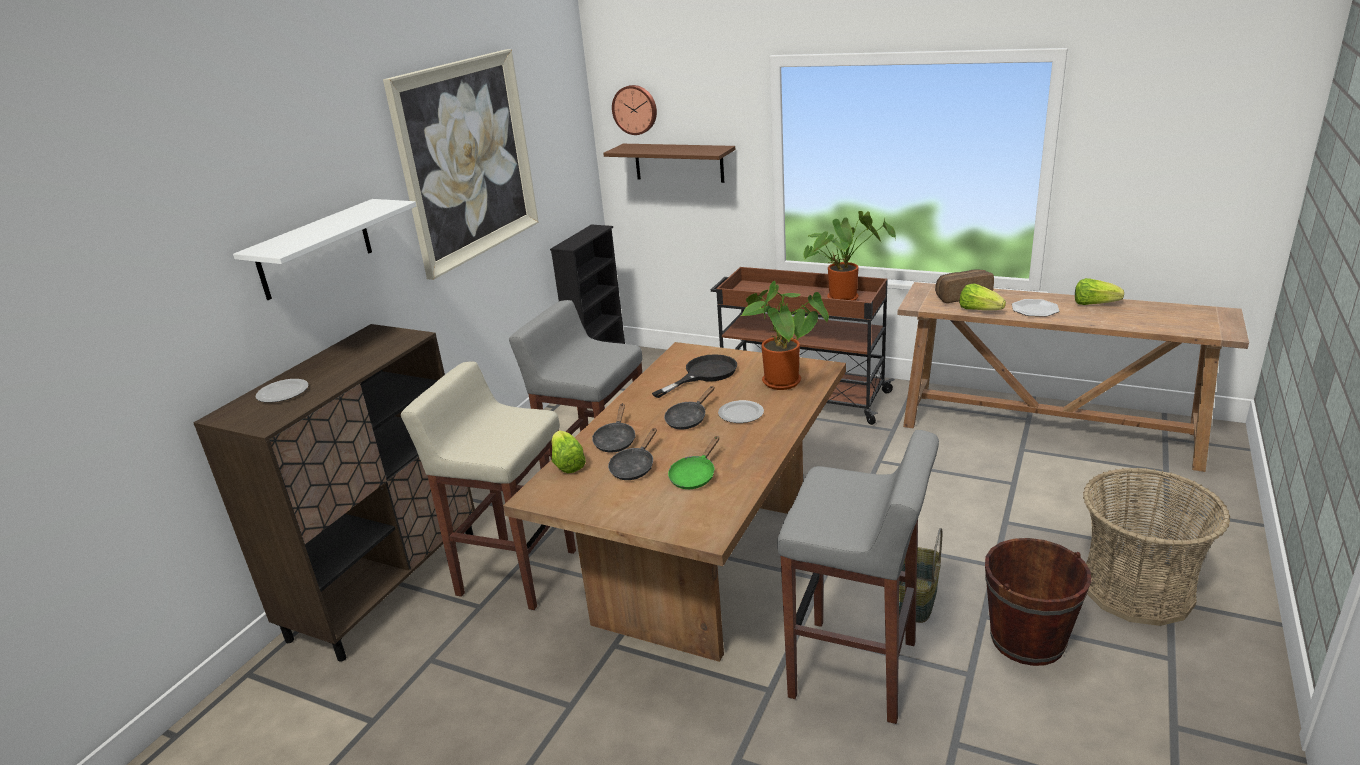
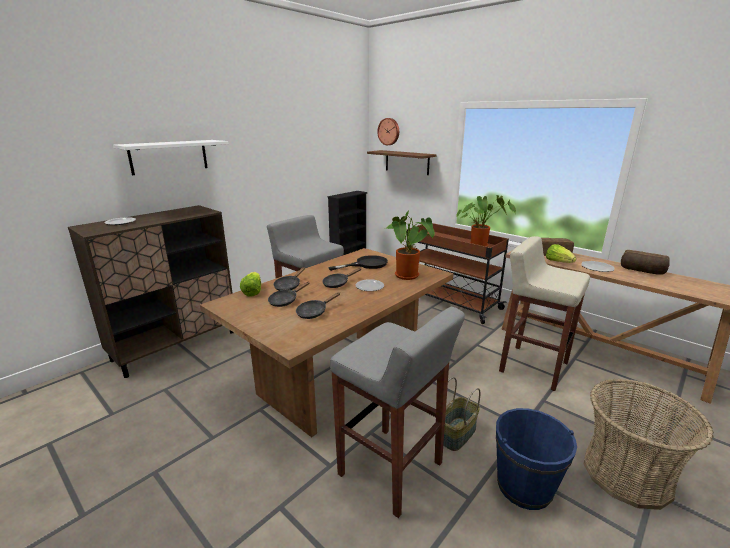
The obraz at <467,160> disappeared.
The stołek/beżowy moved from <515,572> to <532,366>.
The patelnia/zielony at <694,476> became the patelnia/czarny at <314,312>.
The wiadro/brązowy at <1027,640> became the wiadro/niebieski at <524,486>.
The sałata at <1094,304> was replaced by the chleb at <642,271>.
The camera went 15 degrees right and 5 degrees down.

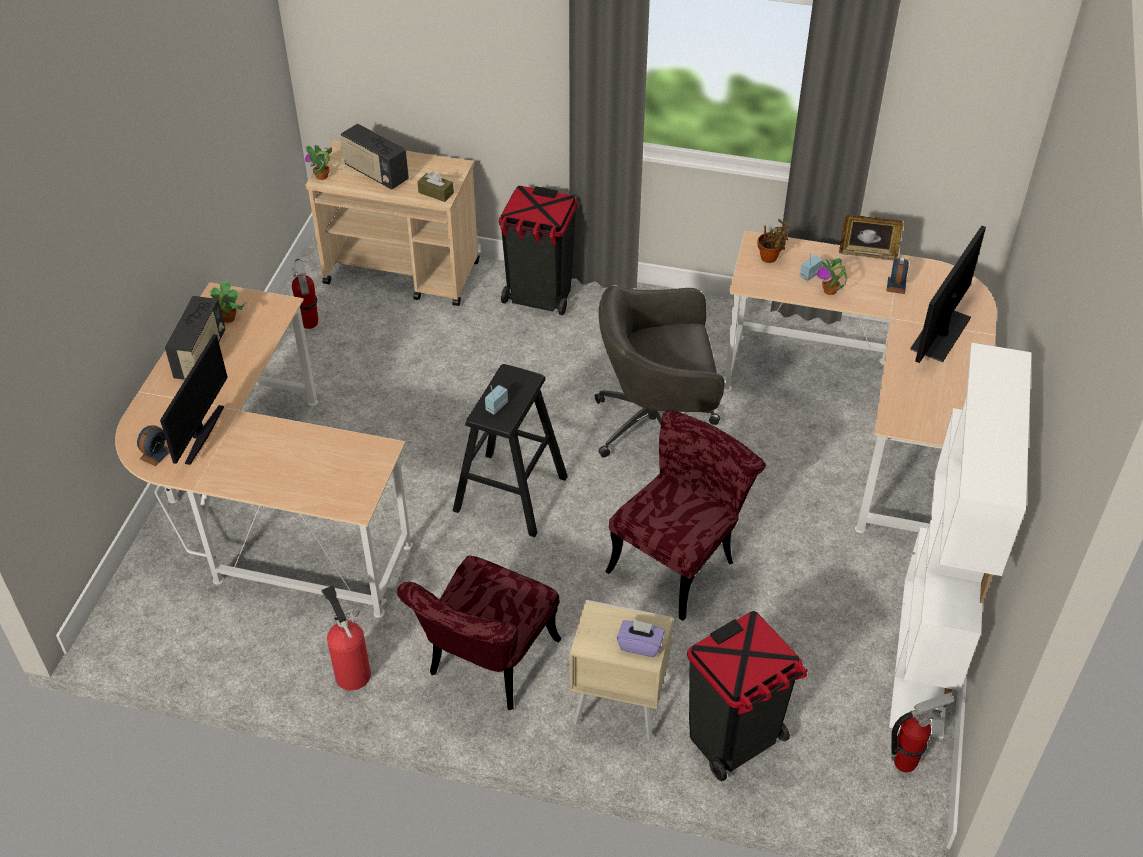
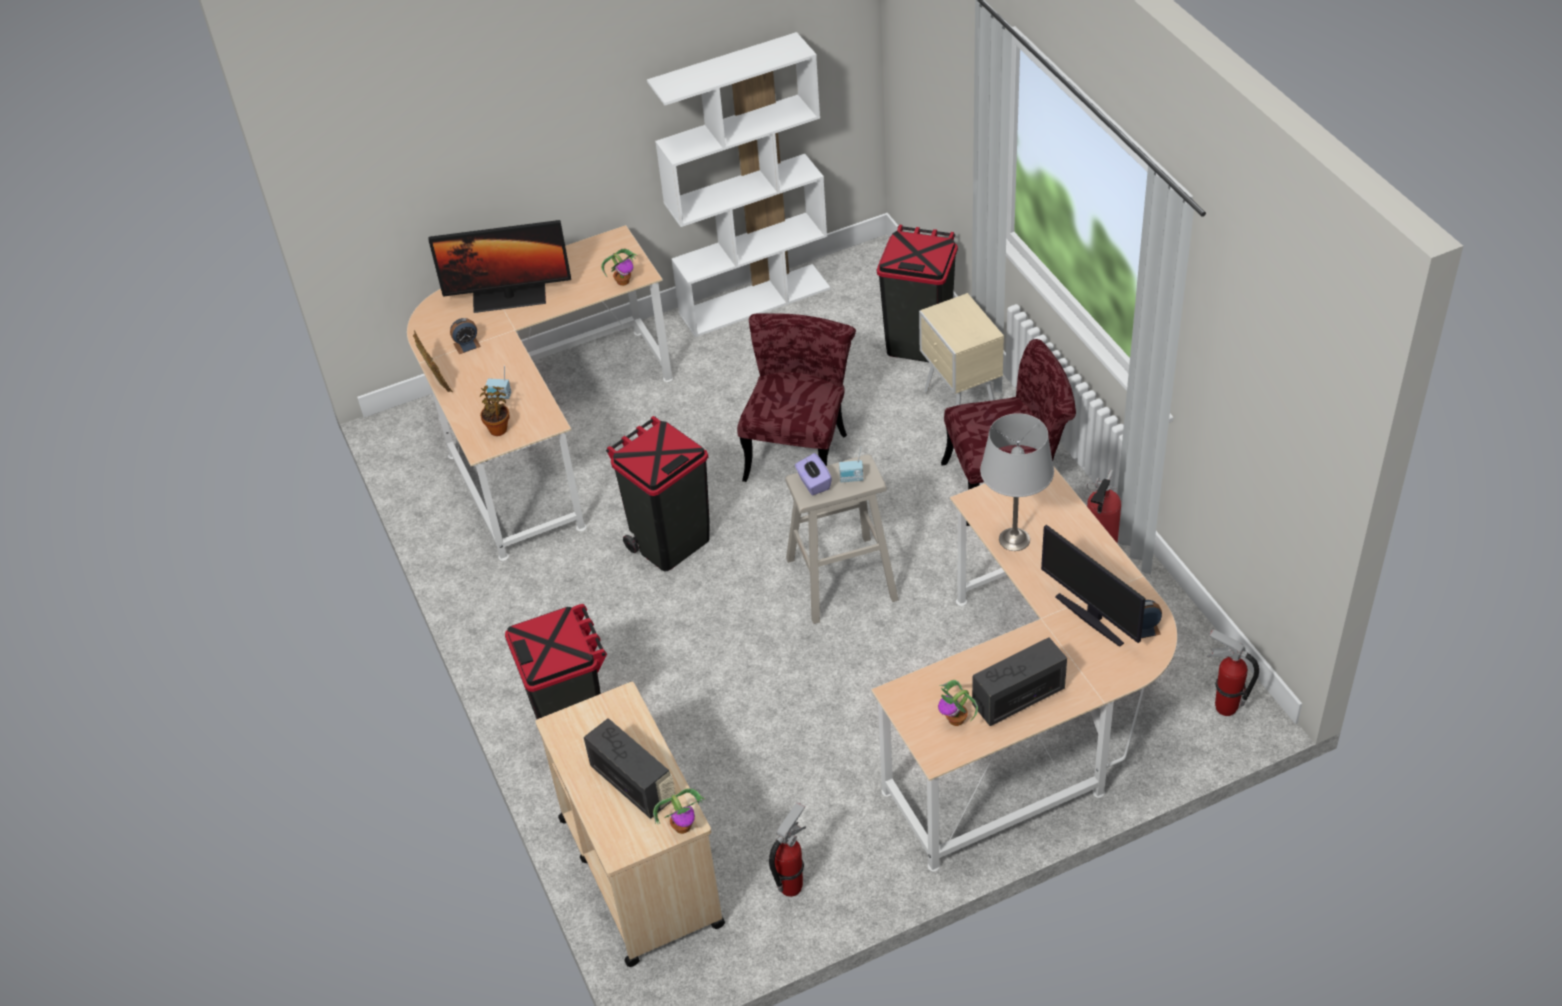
The monitor at <202,434> turned 105 degrees counterclockwise.
The radio at <375,173> turned 45 degrees counterclockwise.
The pudełko chusteczek/brązowy at <436,193> disappeared.
The stołek/czarny at <510,494> became the stołek/beżowy at <842,579>.
The krzesło biurowe/szary at <657,425> was replaced by the kosz na śmieci/czarny at <670,542>.
The krzesło/czerwony at <679,559> turned 105 degrees clockwise.
The pudełko chusteczek/fioletowy moved from <640,645> to <813,483>.
The roślina doniczkowa moved from <830,291> to <623,281>.
The gaśnica moved from <905,762> to <1225,707>.
The lampa stołowa/szary at <1014,539> appeared.
The camera went 125 degrees left and 0 degrees up.

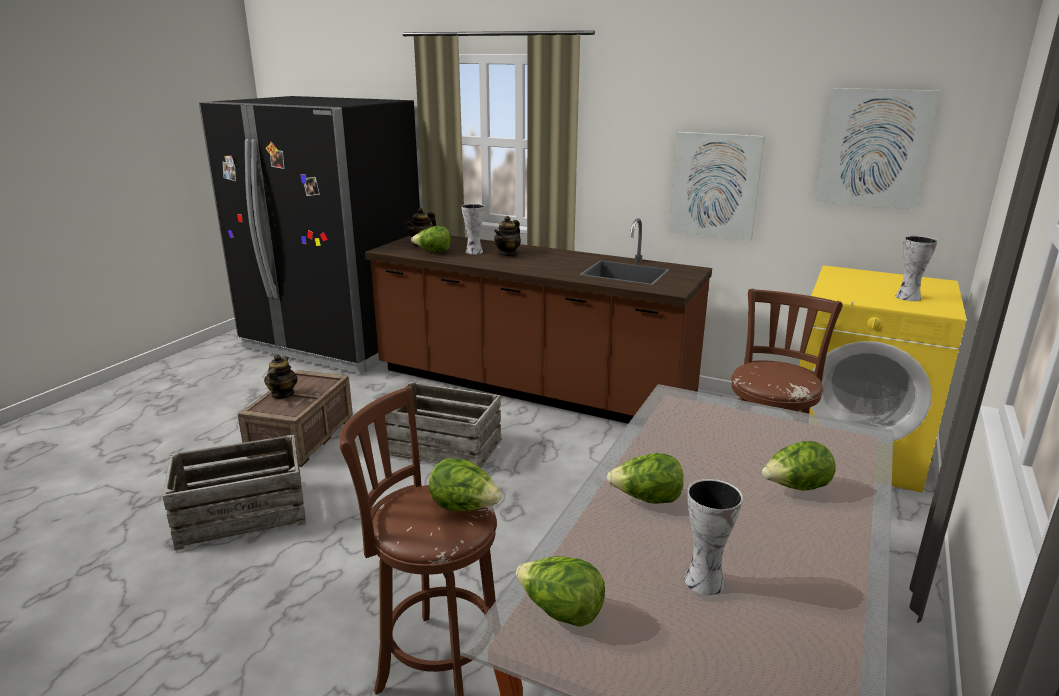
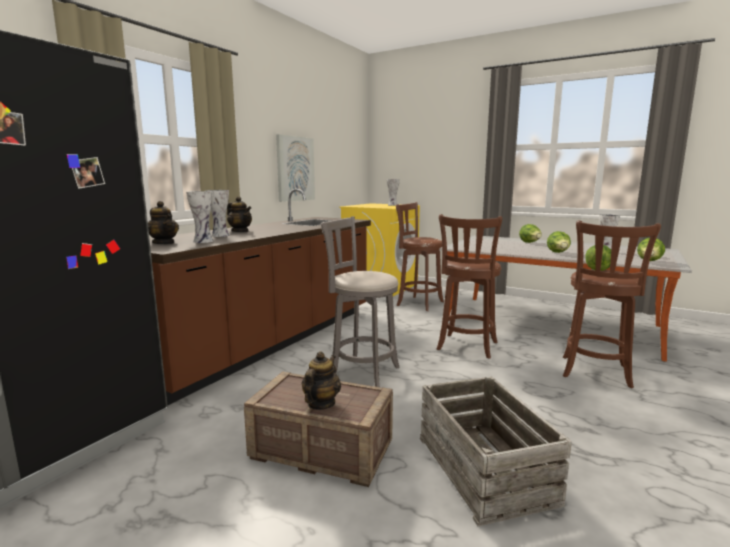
The imbryk at <282,394> turned 105 degrees clockwise.
The skrzynka at <443,447> was replaced by the stołek/szary at <361,373>.
The sałata at <433,252> was replaced by the wazon at <204,241>.
The obraz at <873,148> disappeared.
The stołek/brązowy at <466,347> appeared.
The camera went 85 degrees left and 10 degrees down.

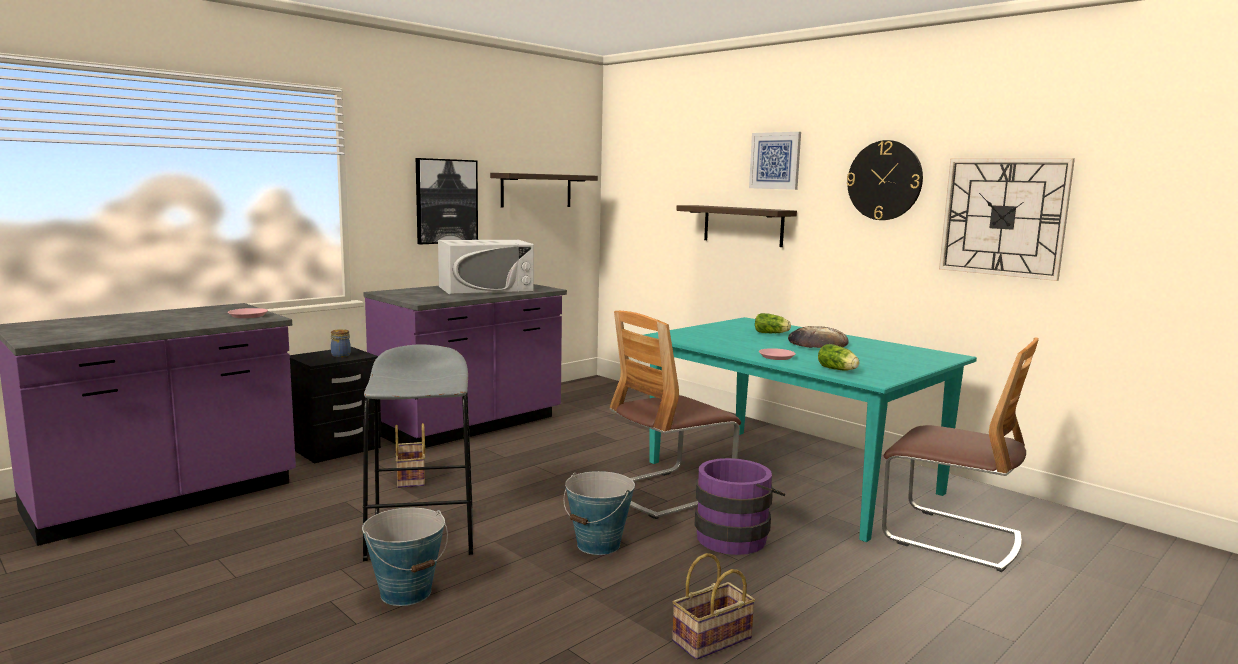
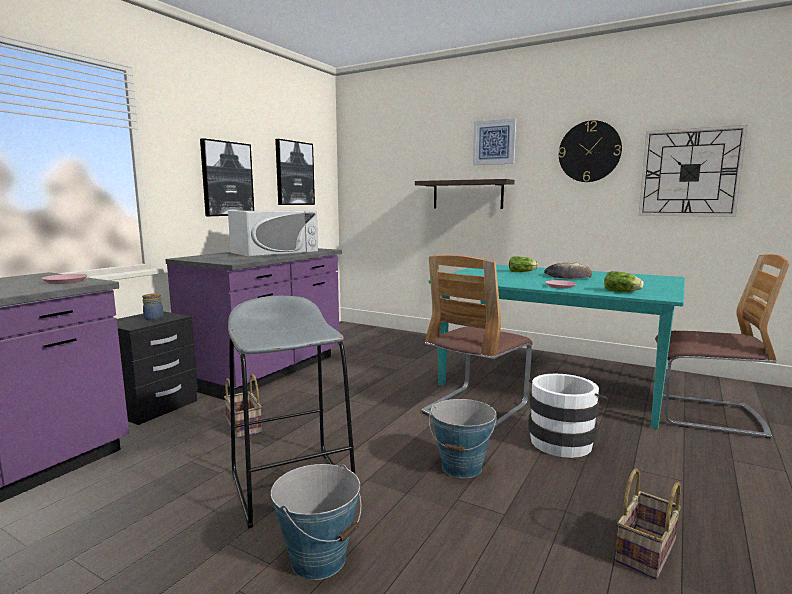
The półka at <536,190> was replaced by the obraz at <294,173>.
The wiadro/fioletowy at <736,536> became the wiadro/biały at <562,440>.
The camera went 15 degrees left and 0 degrees up.

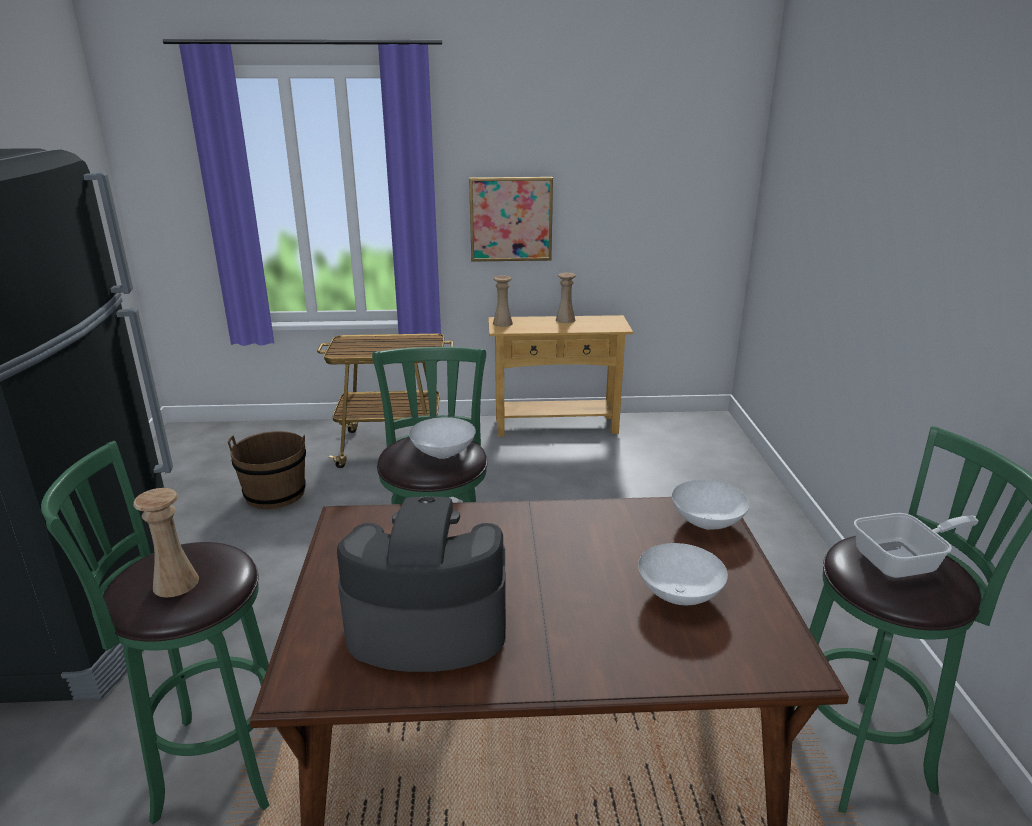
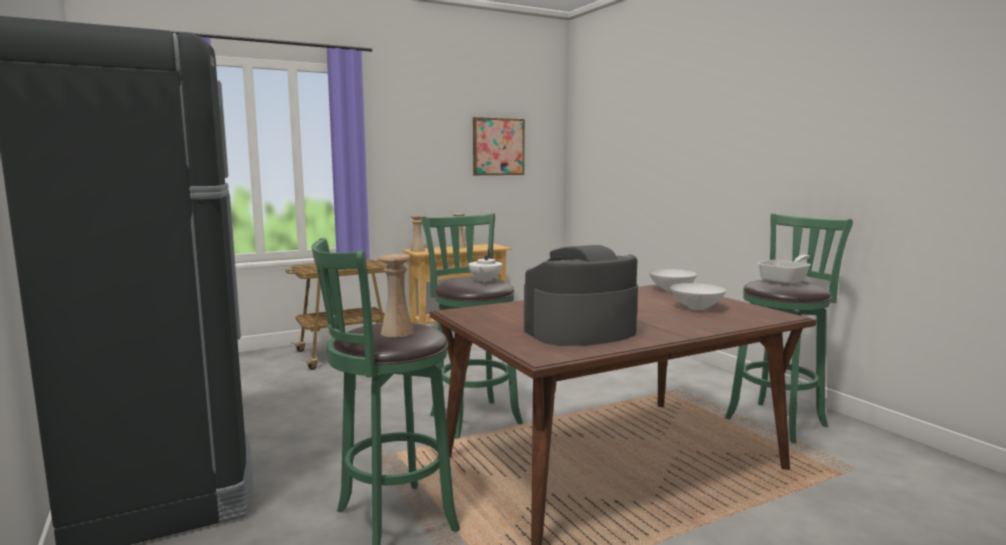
The wiadro/brązowy at <275,494> disappeared.
The miska/biały at <442,453> was replaced by the imbryk/biały at <484,281>.
The obraz moved from <511,219> to <498,146>.
The camera went 25 degrees left and 15 degrees down.

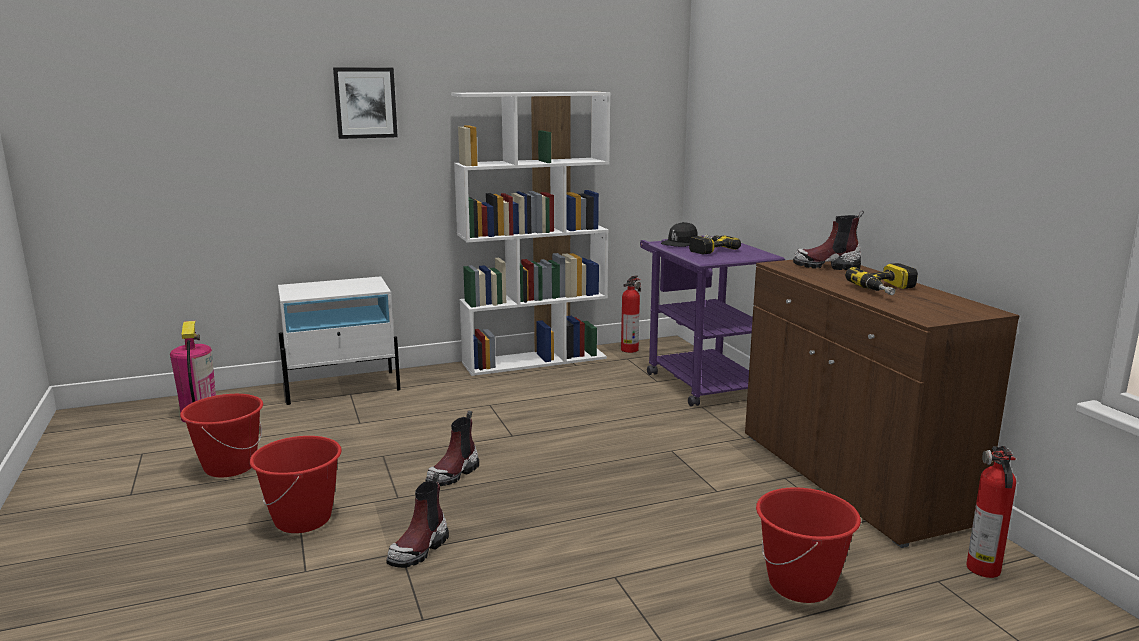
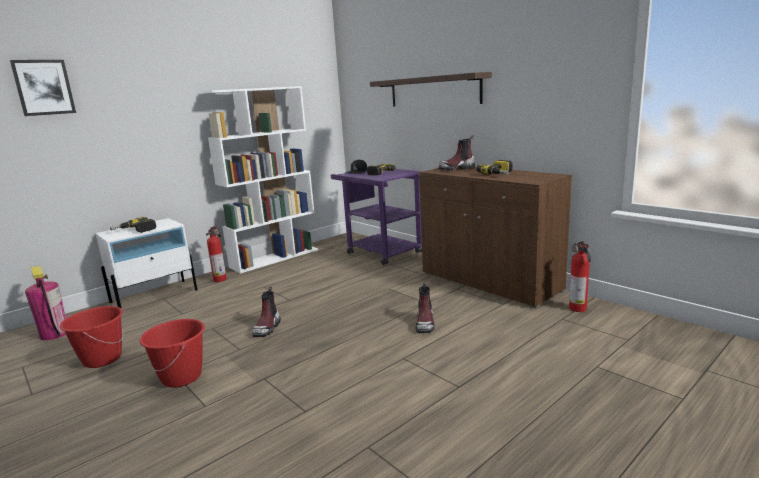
The obraz moved from <365,103> to <43,87>.
The but z cholewką moved from <419,549> to <425,324>.
The gaśnica moved from <630,349> to <220,279>.
The wiadro/czerwony at <801,585> disappeared.
The wiertarka at <135,230> appeared.
The półka at <433,91> appeared.
The camera went 20 degrees left and 0 degrees up.

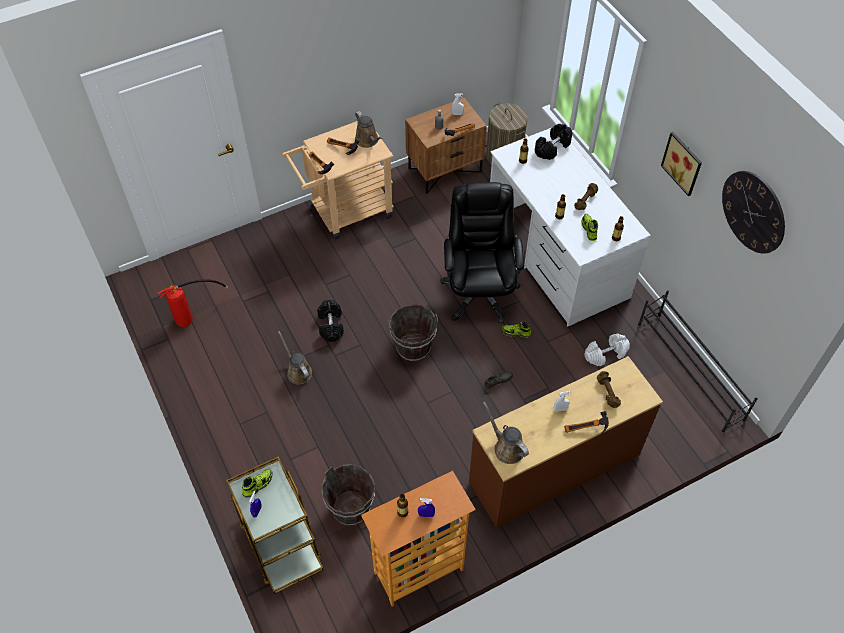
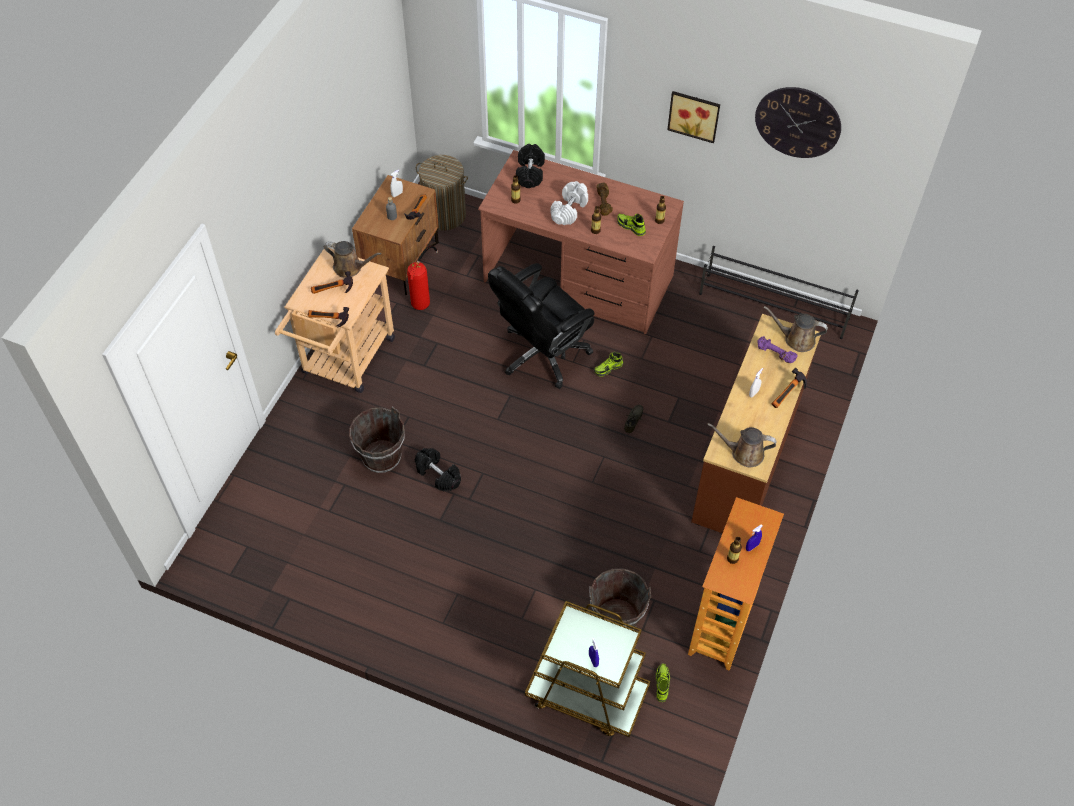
The gaśnica moved from <194,316> to <424,295>.
The but moved from <258,484> to <662,684>.
The konewka/brązowy moved from <298,371> to <796,339>.
The wiadro/brązowy moved from <413,347> to <381,457>.
The krzesło biurowe/czarny at <479,292> turned 90 degrees counterclockwise.
The biurko/biały at <556,256> became the biurko/brązowy at <578,279>.
The hantel/biały moved from <605,354> to <569,210>.
The hantel/brązowy at <607,392> became the hantel/fioletowy at <775,354>.
The camera went 40 degrees left and 0 degrees up.

